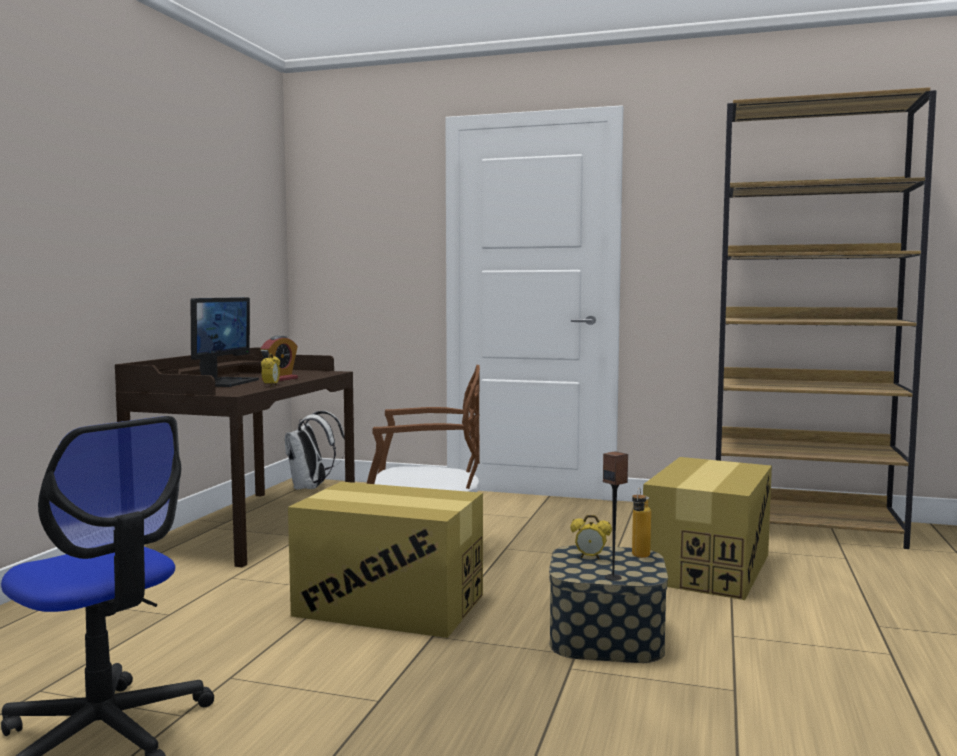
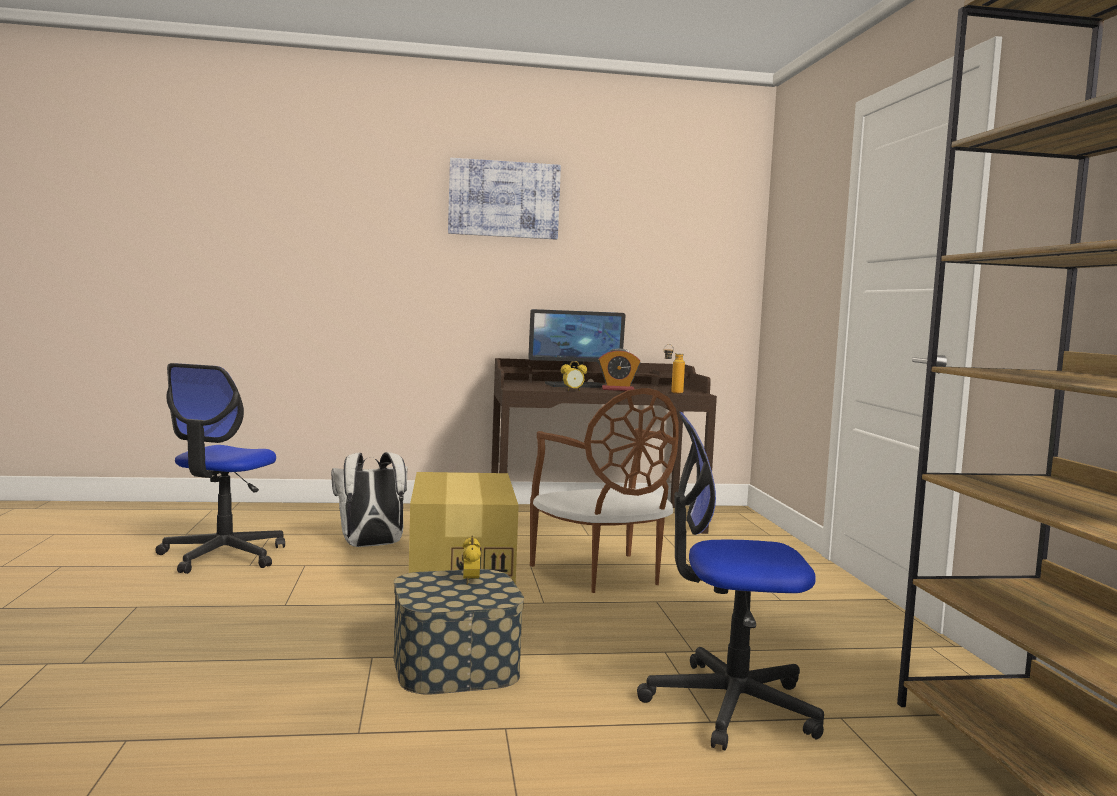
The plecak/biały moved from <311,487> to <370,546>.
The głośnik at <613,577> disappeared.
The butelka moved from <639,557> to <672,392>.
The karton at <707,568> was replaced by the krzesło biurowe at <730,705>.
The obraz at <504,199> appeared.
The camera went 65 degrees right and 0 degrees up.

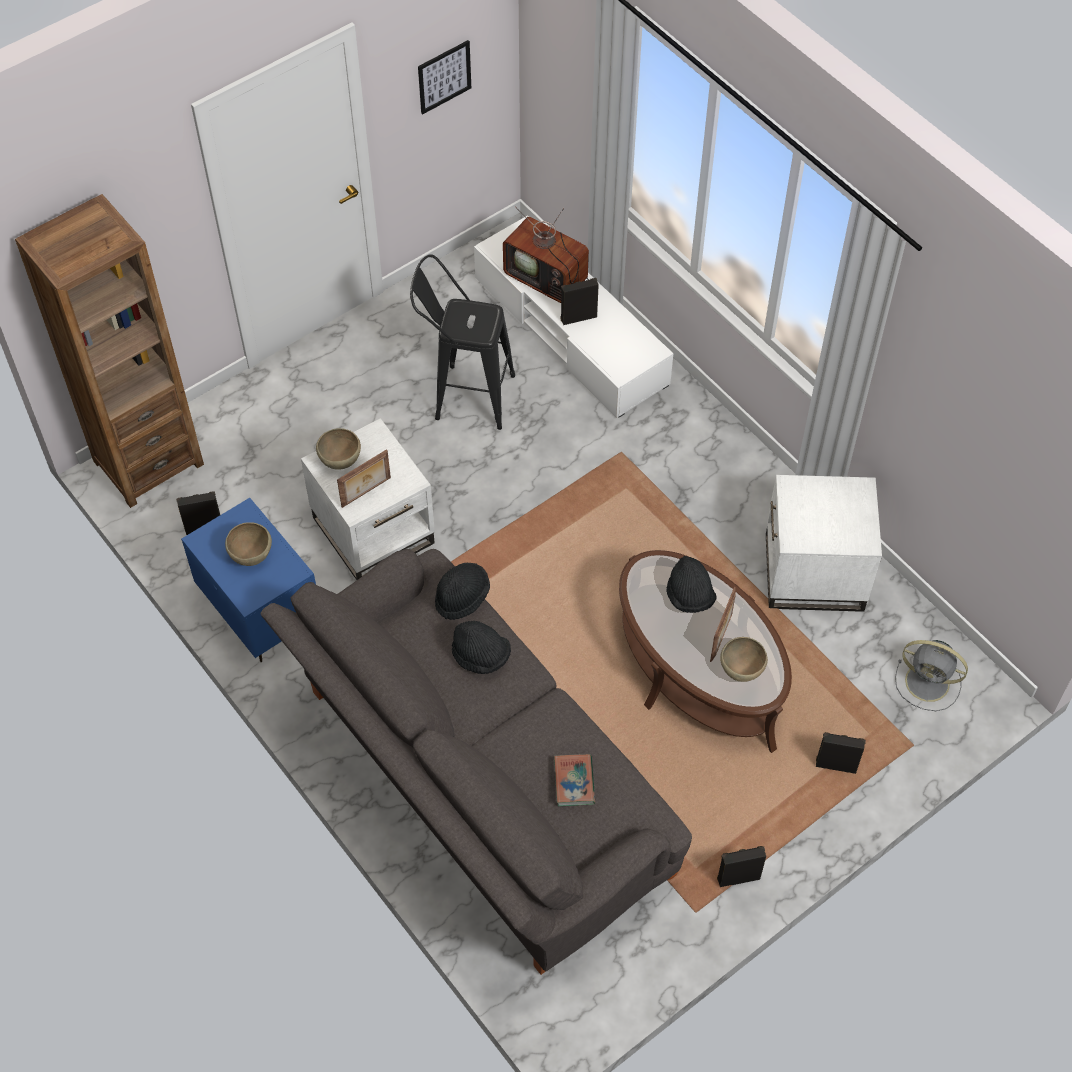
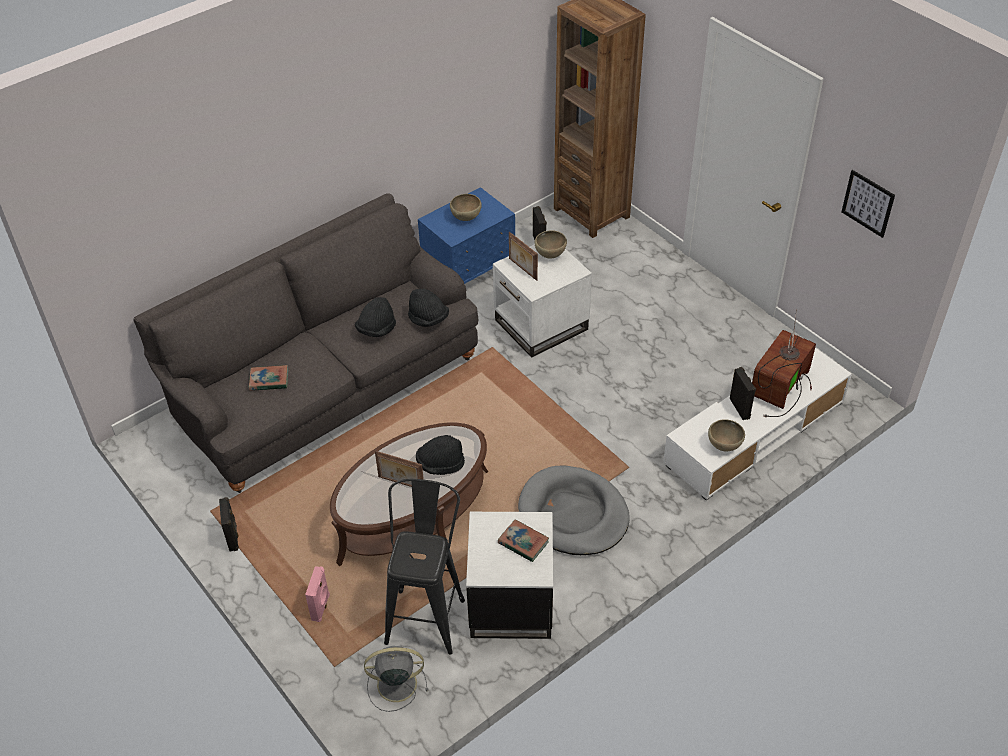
The stołek/czarny moved from <465,395> to <427,613>.
The miska/brązowy moved from <741,670> to <724,446>.
The głośnik/czarny at <836,765> became the głośnik/różowy at <321,607>.
The wentylator/szary at <929,683> turned 60 degrees clockwise.
The książka at <523,543> appeared.
The legowisko/szary at <573,514> appeared.
The camera went 90 degrees right and 10 degrees down.

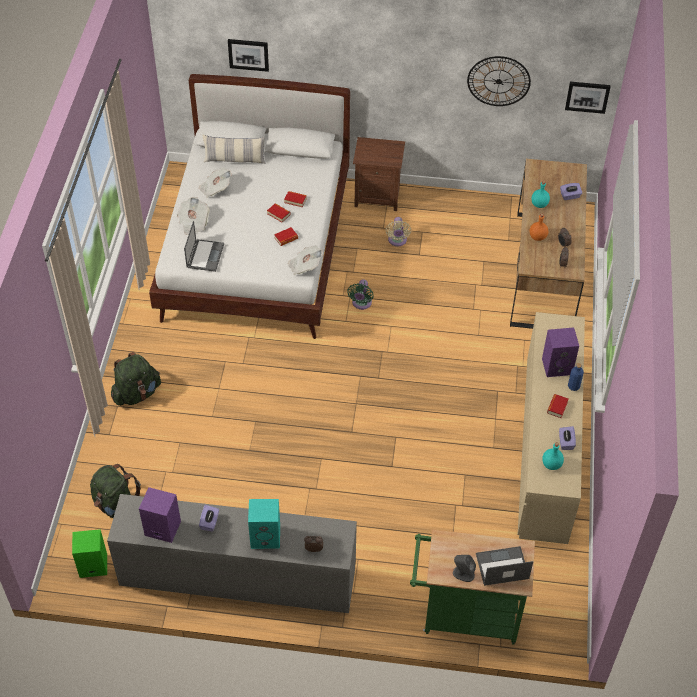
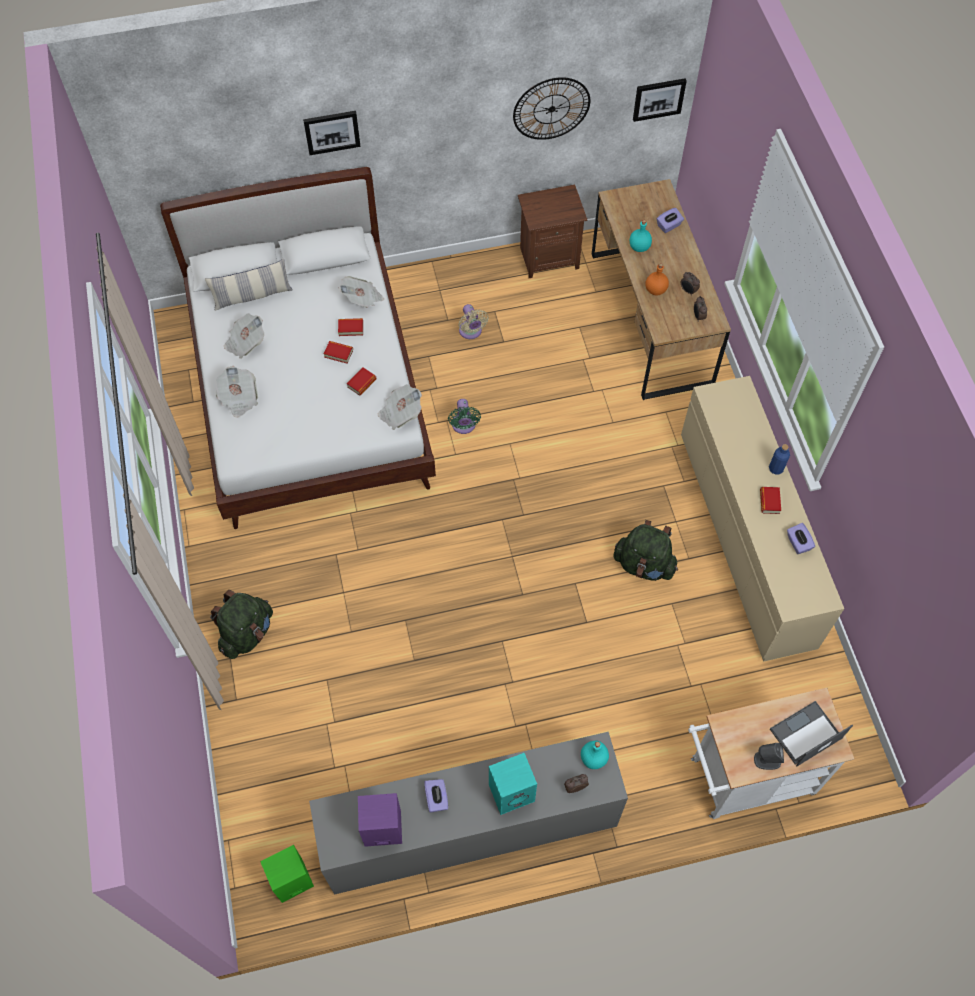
The plecak/zielony moved from <116,505> to <644,564>.
The laptop at <205,255> disappeared.
The obraz moved from <248,54> to <332,131>.
The szafka nocna/brązowy moved from <377,196> to <548,257>.
The wózek/zielony at <464,615> became the wózek/biały at <744,779>.
The głośnik/fioletowy at <557,366> disappeared.
The butelka/turkusowy moved from <552,464> to <594,758>.
The gazeta at <362,299> appeared.
The camera went 20 degrees left and 10 degrees up.

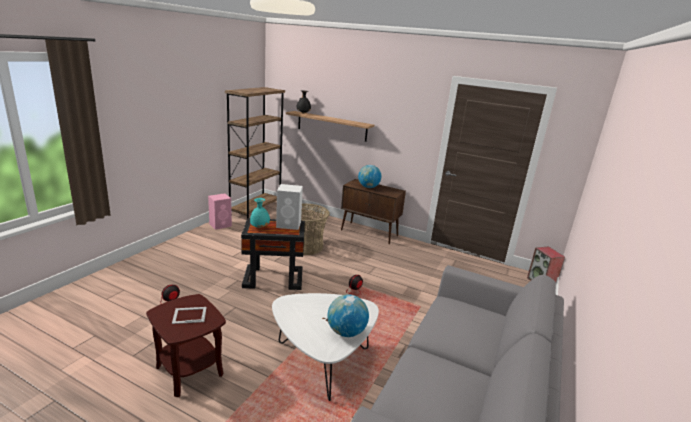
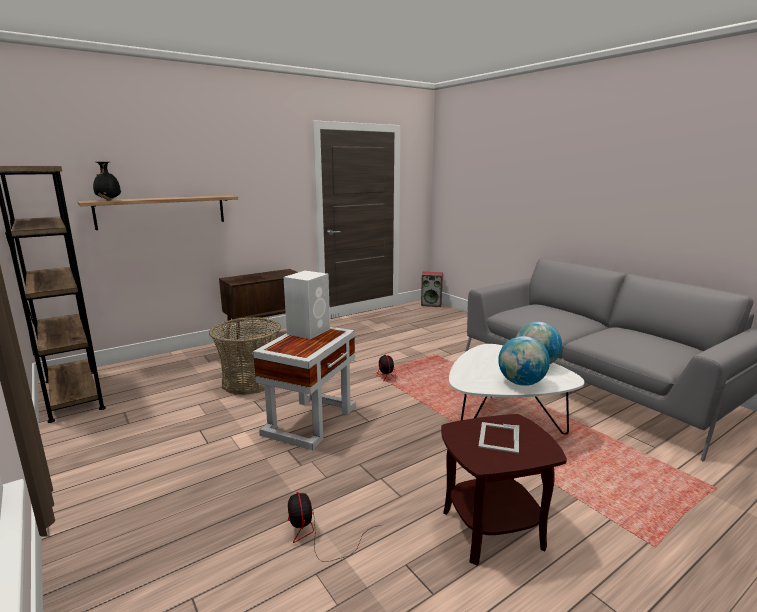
The głośnik/różowy at <221,225> disappeared.
The stolik/czarny at <274,278> became the stolik/biały at <311,420>.
The wazon/turkusowy at <260,227> disappeared.
The globus moved from <368,187> to <521,383>.
The camera went 60 degrees left and 5 degrees down.

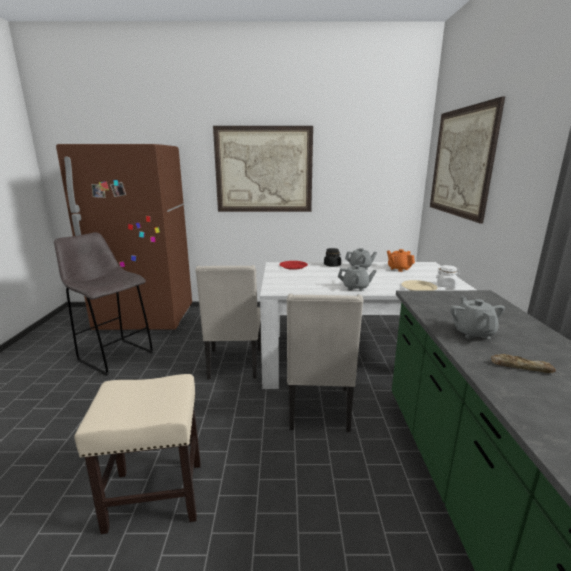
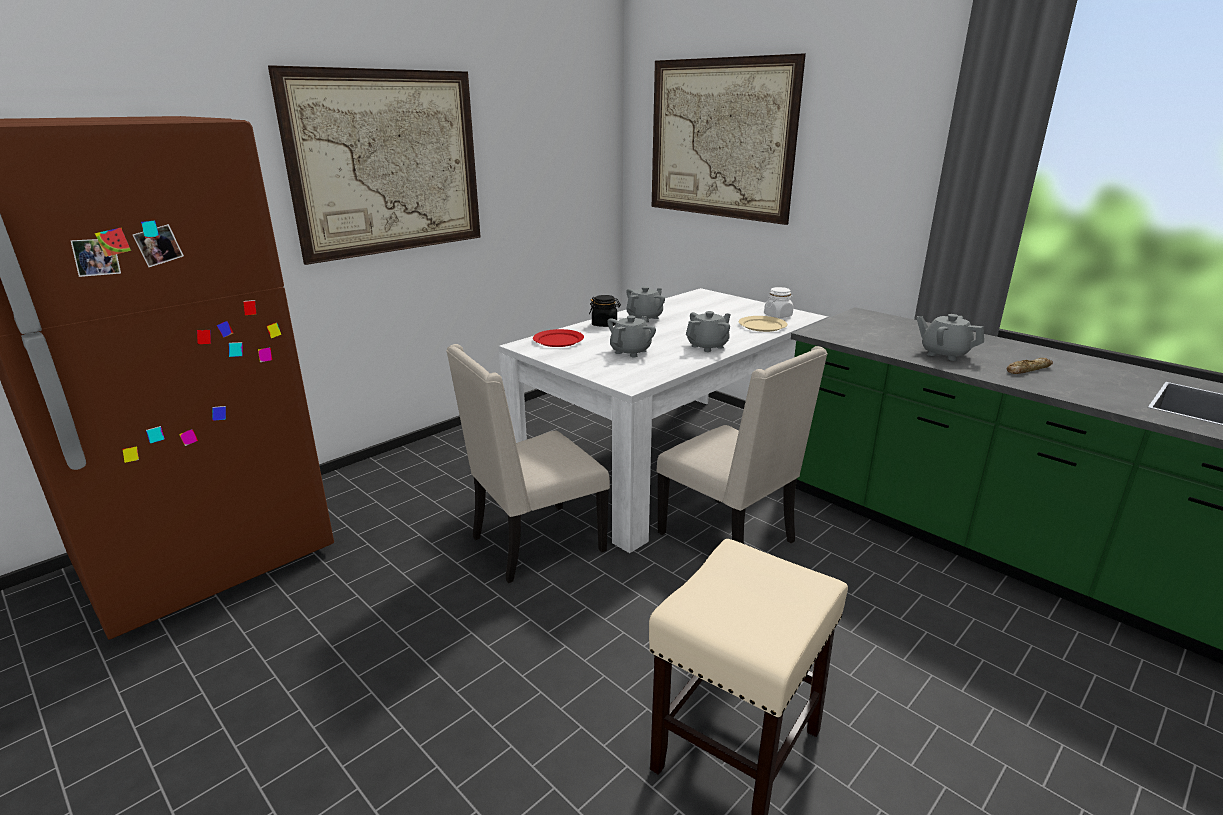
The stołek/szary at <114,356> disappeared.
The krzesło/beżowy at <234,364> turned 105 degrees clockwise.
The imbryk/pomarańczowy at <399,269> disappeared.
The imbryk/szary at <631,351> appeared.
The camera went 45 degrees left and 5 degrees up.

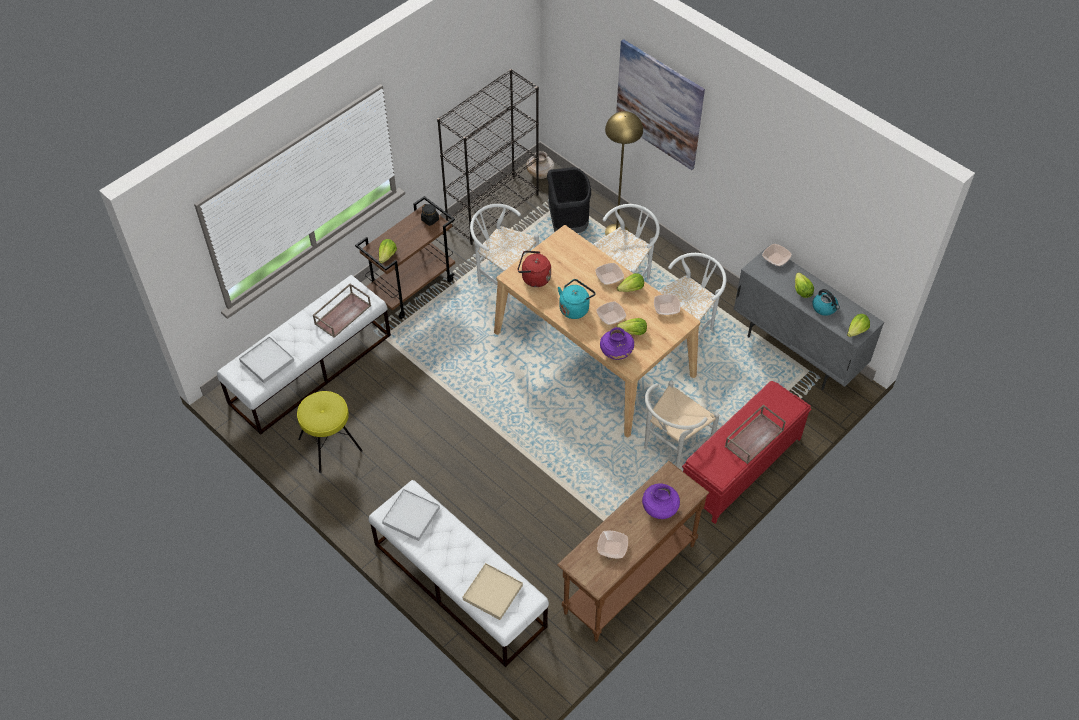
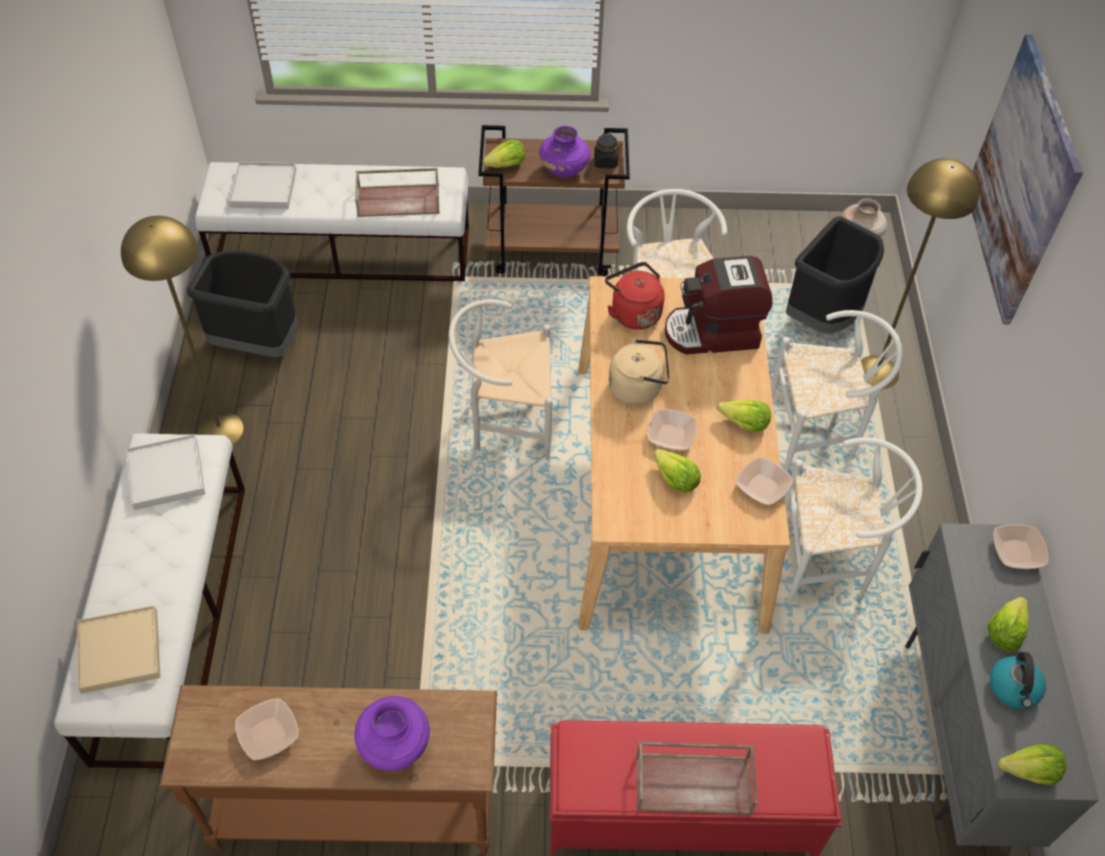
The stołek/żółty at <330,445> was replaced by the kosz na śmieci/czarny at <257,343>.
The regał/czarny at <493,209> disappeared.
The czajnik/turkusowy at <575,308> became the czajnik/beżowy at <638,388>.
The miska at <609,277> disappeared.
The wazon/fioletowy moved from <616,352> to <564,170>.
The krzesło/biały moved from <671,448> to <505,423>.
The lampa stojąca/żółty at <220,430> appeared.
The ekspres do kawy at <713,333> appeared.
The camera went 45 degrees right and 0 degrees up.

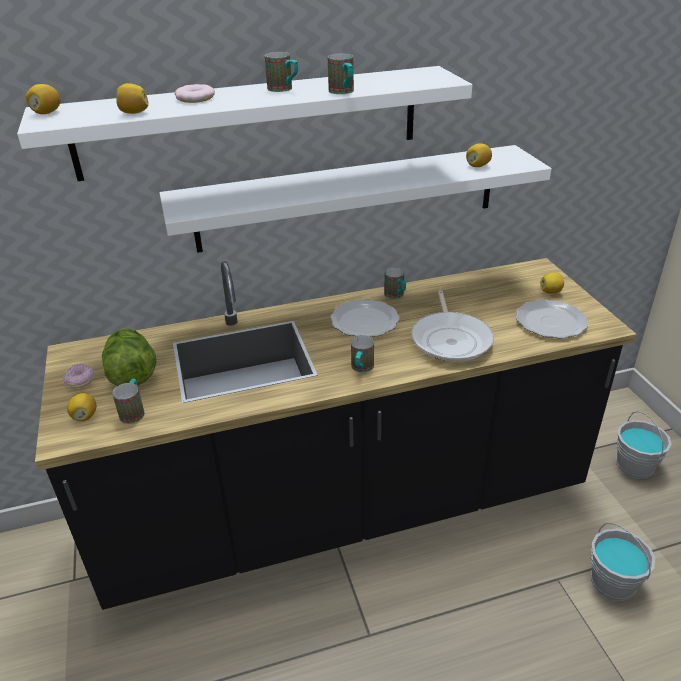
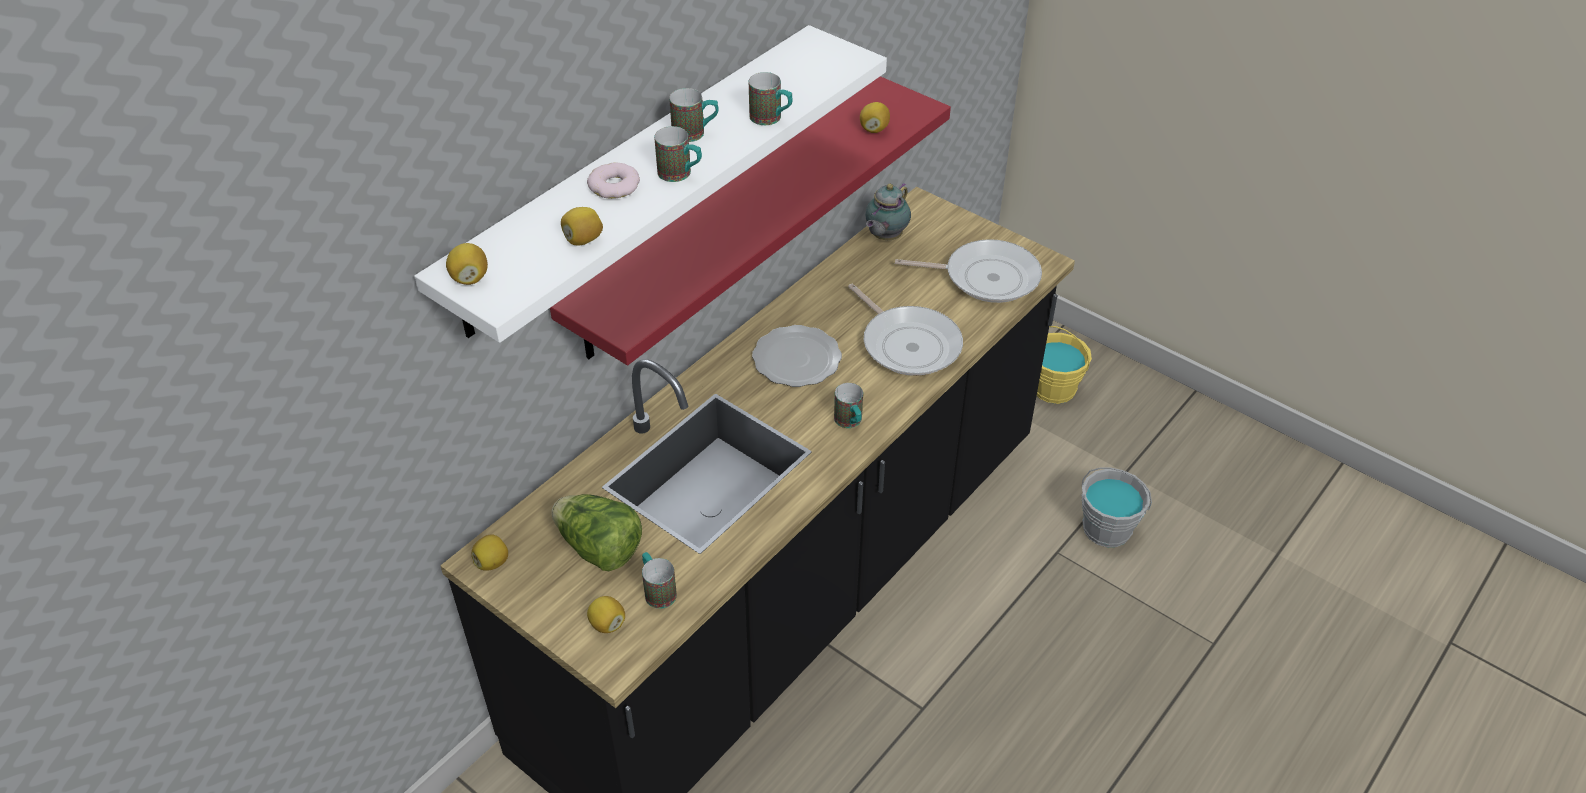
The donut at <80,382> disappeared.
The półka/biały at <348,198> became the półka/czerwony at <731,214>.
The kubek moved from <396,296> to <681,174>.
The talerz at <550,321> was replaced by the patelnia at <986,277>.
The cytryna moved from <550,291> to <492,562>.
The wiadro/szary at <635,466> became the wiadro/żółty at <1054,388>.
The imbryk at <885,237> appeared.
The camera went 35 degrees left and 10 degrees up.

